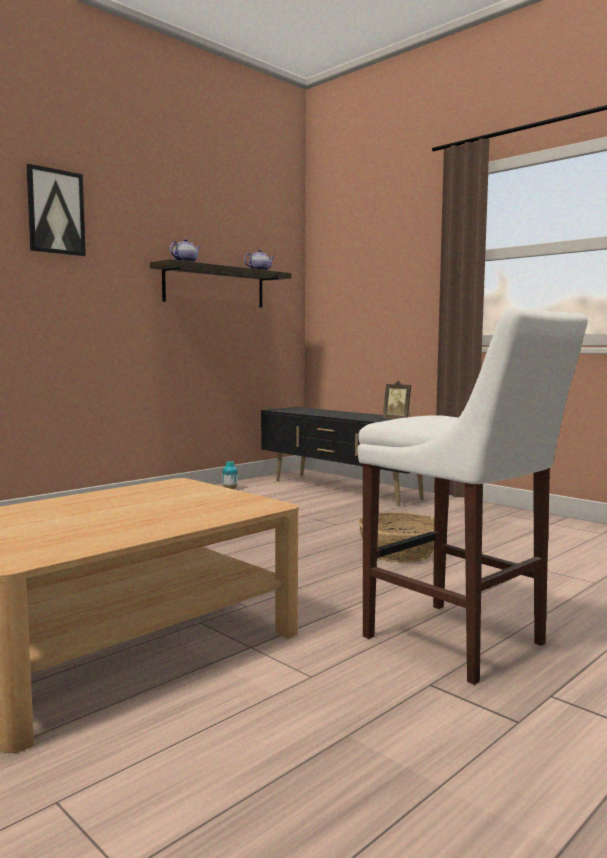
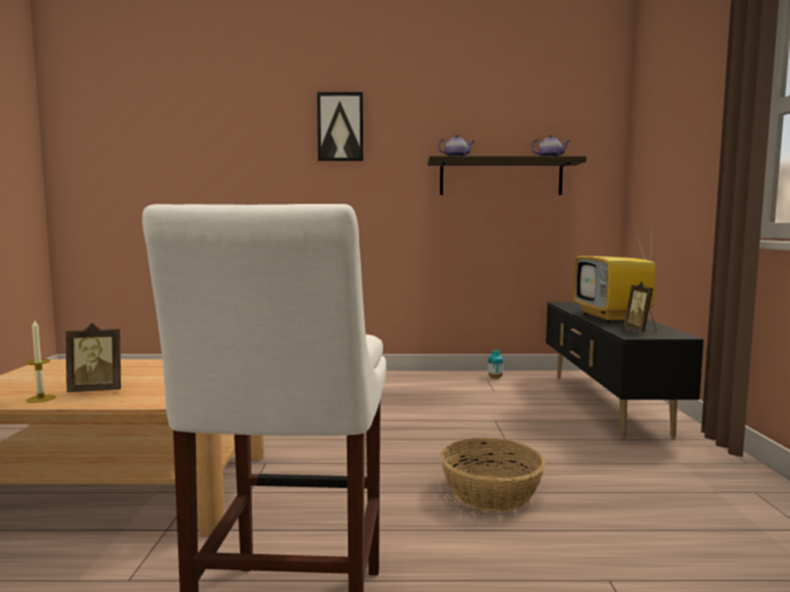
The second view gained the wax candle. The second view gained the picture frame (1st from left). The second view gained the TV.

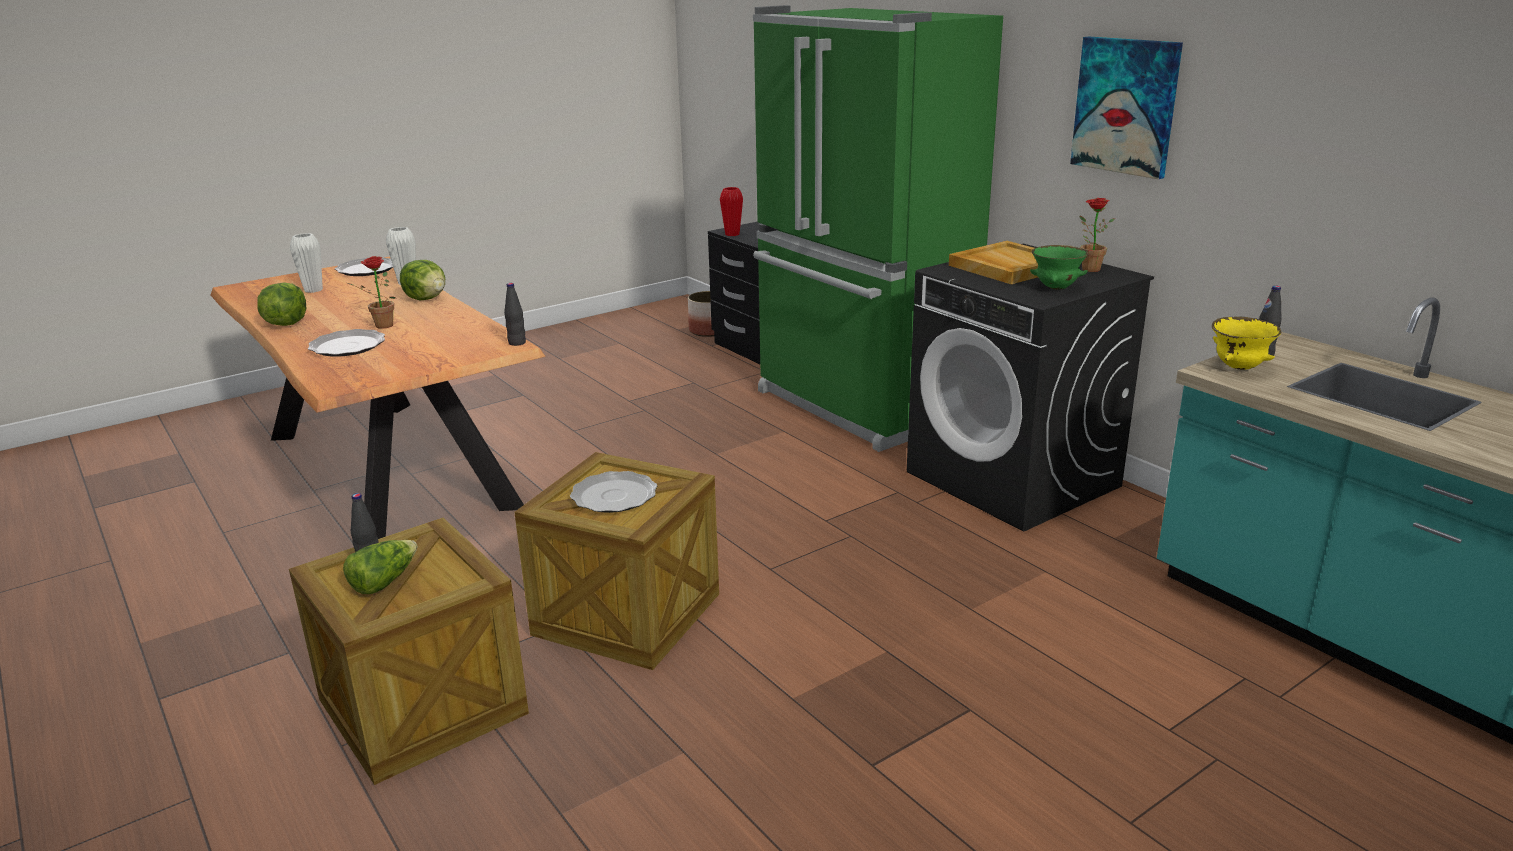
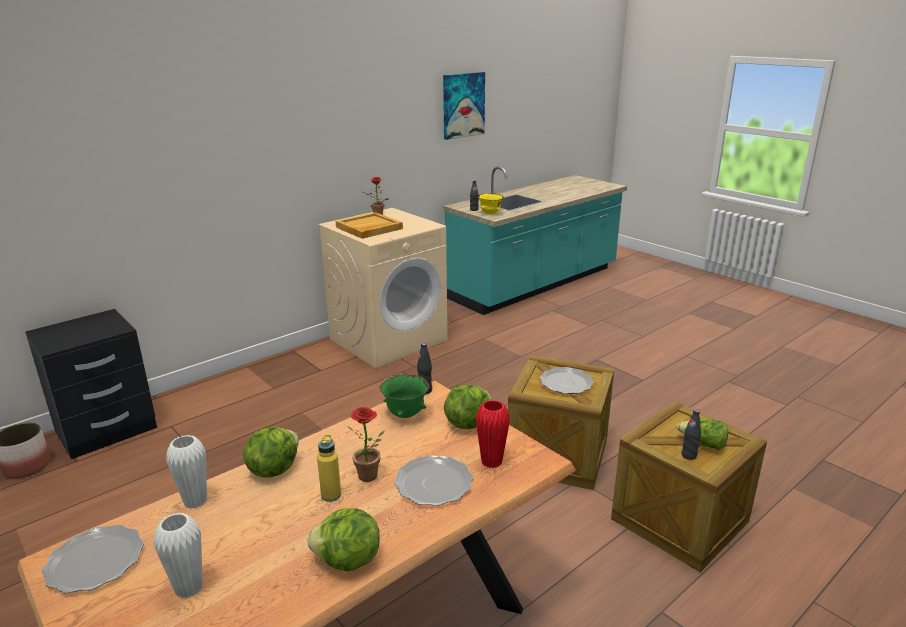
The red flower vase ended up elsewhere. The second view lost the greenish fridge. What was the black-coloured laundry machine turned into the sand-coloured laundry machine. The greenish bowl ended up elsewhere. The wall picture ended up elsewhere. The second view gained the yellowish drink bottle. The second view gained the lettuce (3rd from left).

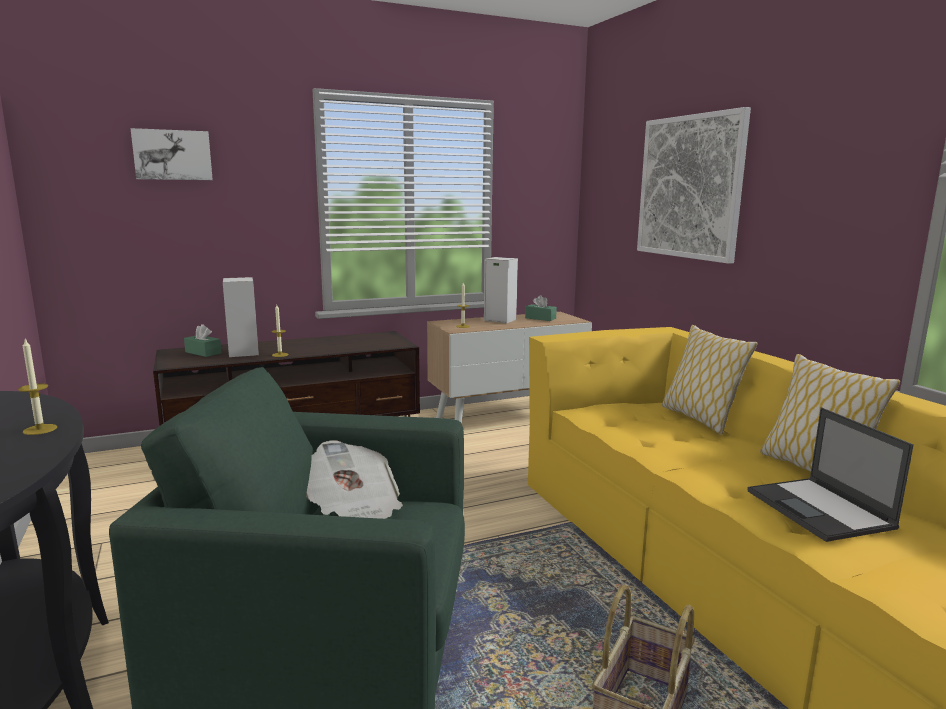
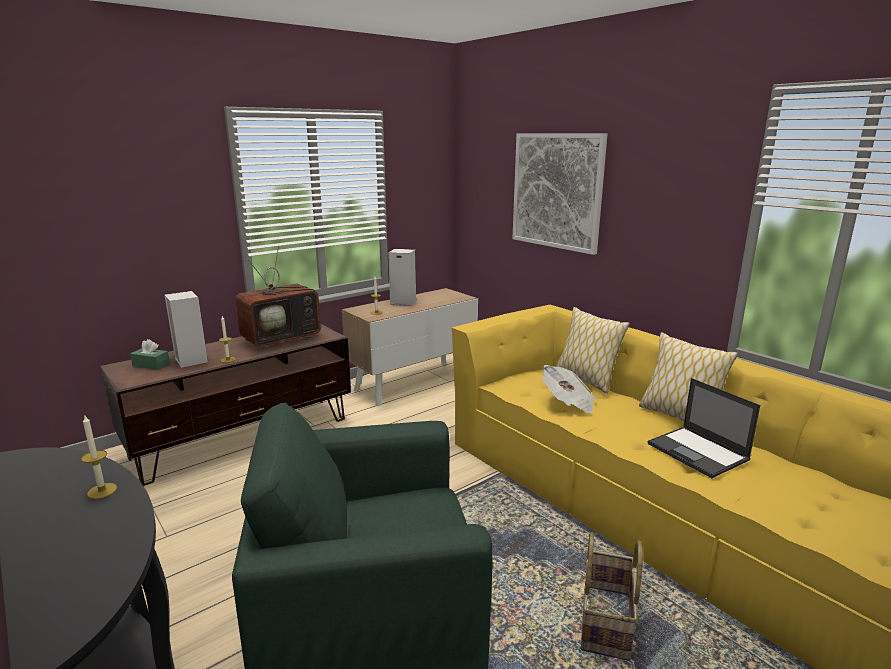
The second view lost the wall picture (1st from left). The newspaper ended up elsewhere. The second view lost the greenish tissue holder (2nd from left). The second view gained the TV.

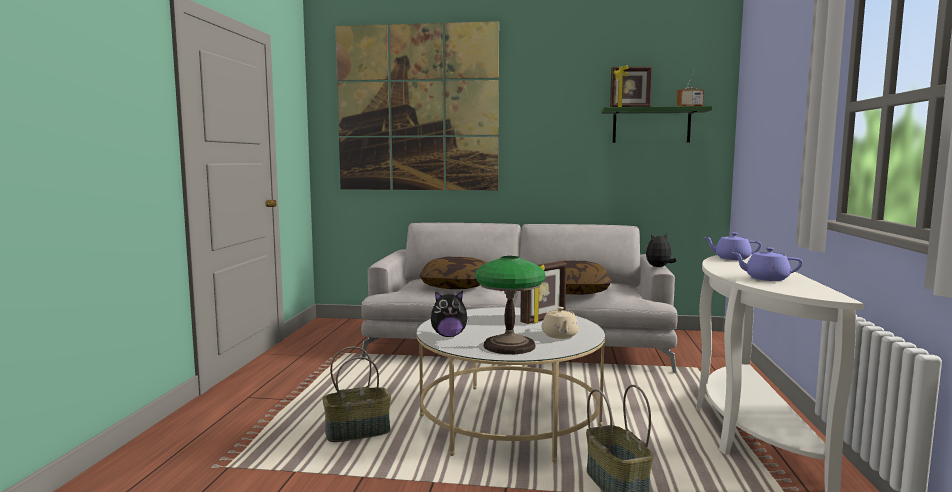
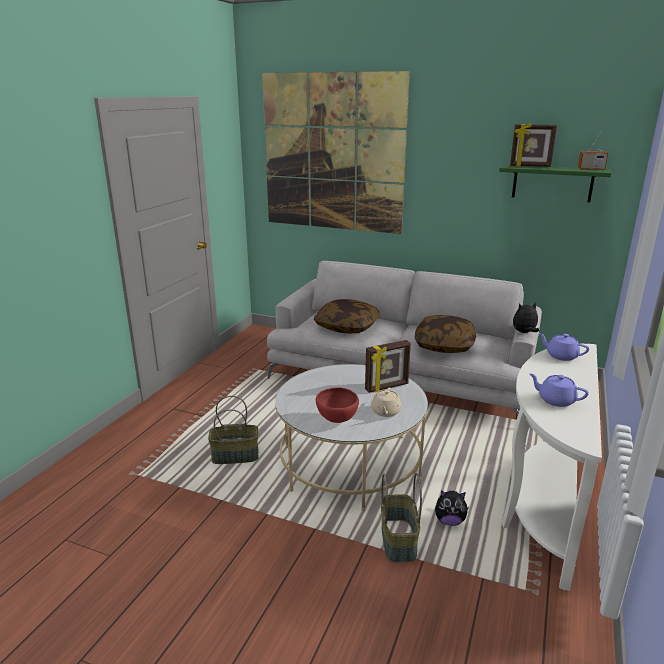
The plush toy (1st from left) ended up elsewhere. Where the tabletop lamp stood, the red bowl came to stand.

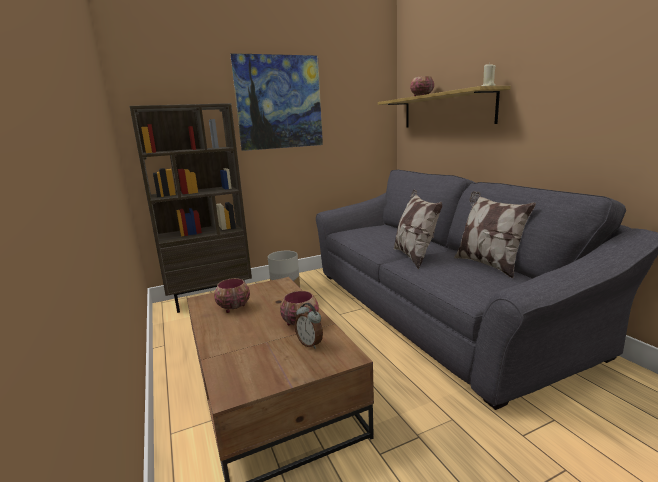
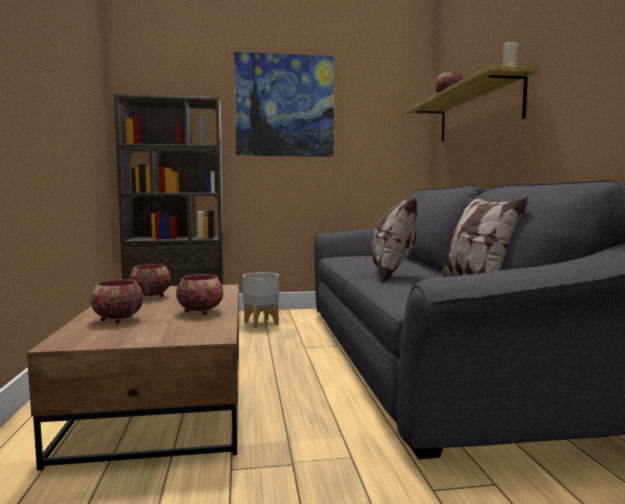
The second view lost the alarm clock. The second view gained the bowl (1st from left).

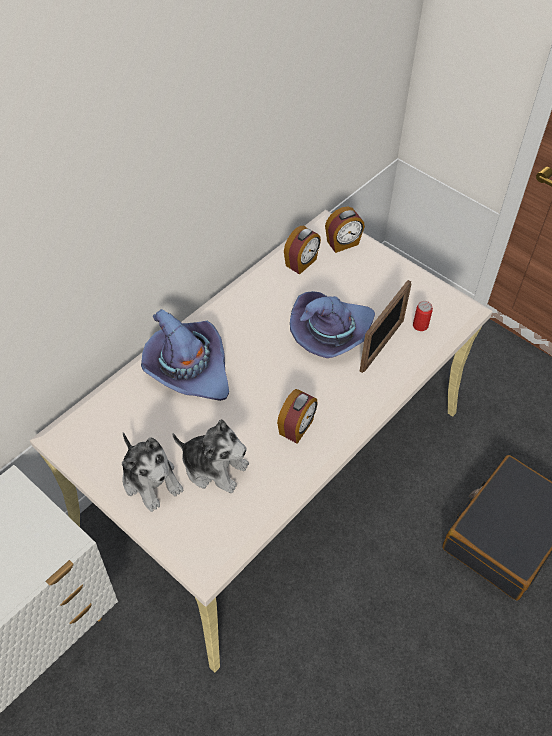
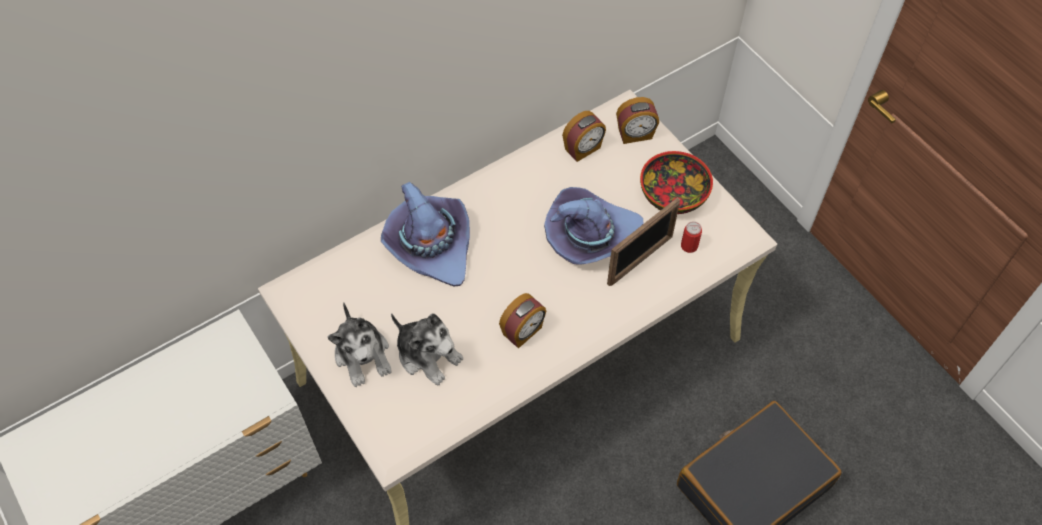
The second view gained the bowl.

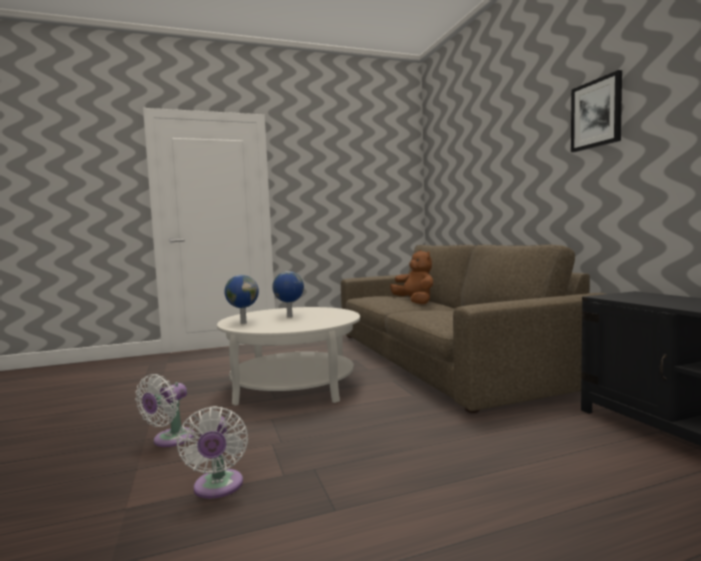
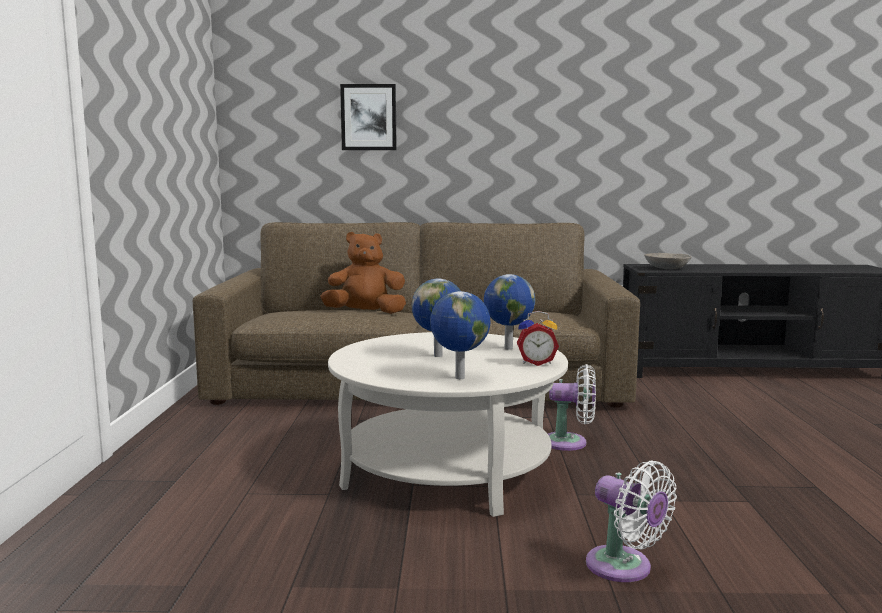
The white electric fan (2nd from left in the first image) ended up elsewhere. The wall picture ended up elsewhere. The second view gained the globe (3rd from left). The second view gained the alarm clock. The second view gained the grey bowl.

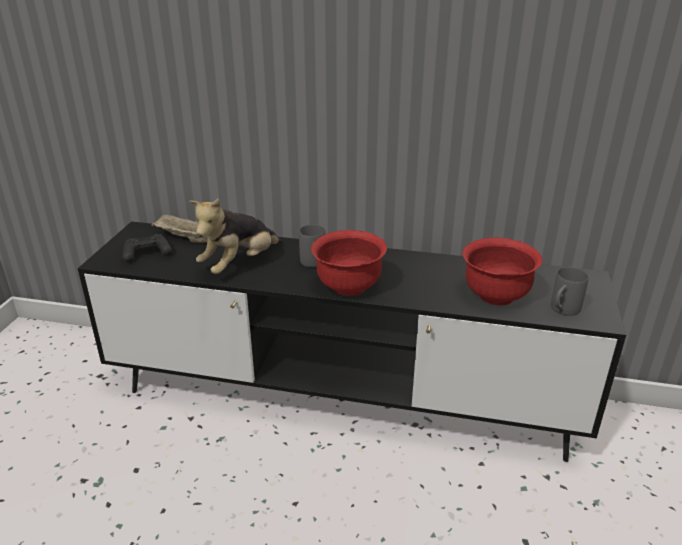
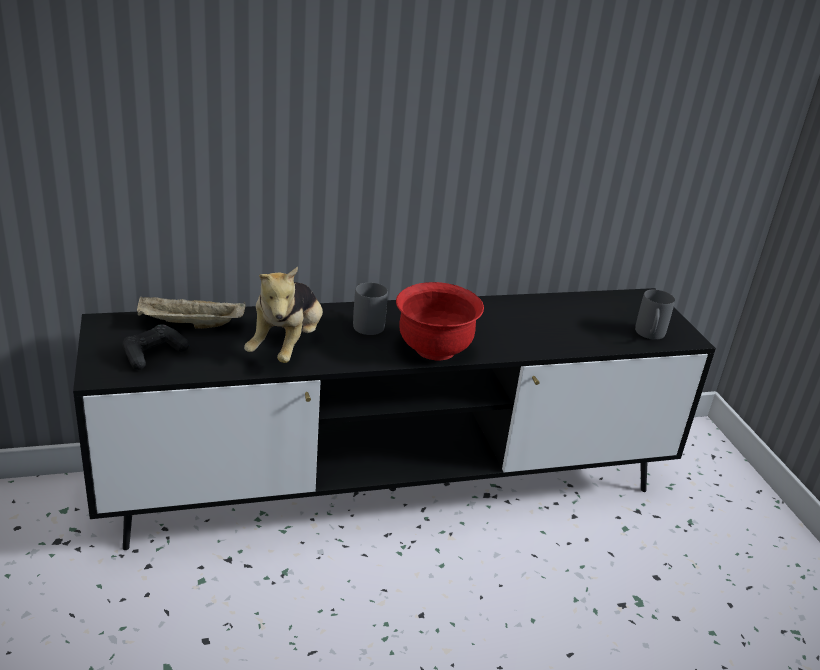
The second view lost the red bowl (2nd from left).

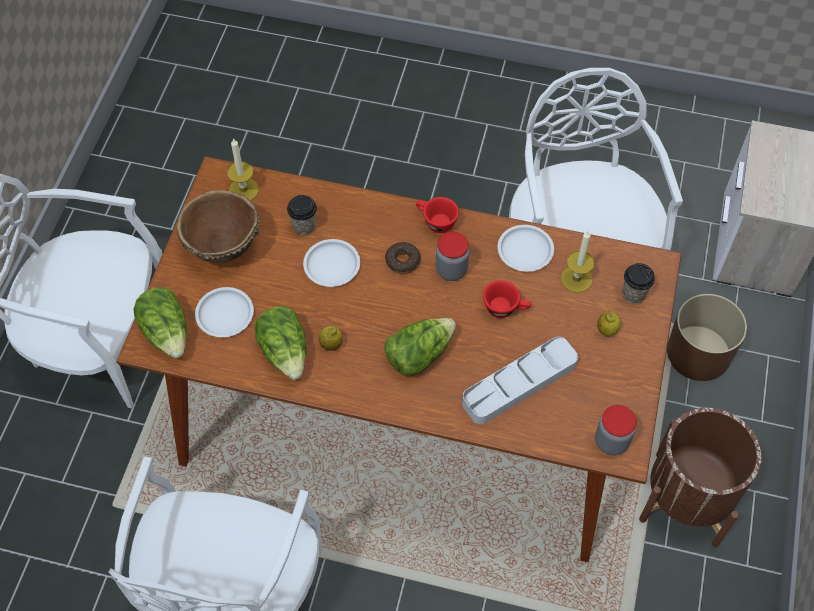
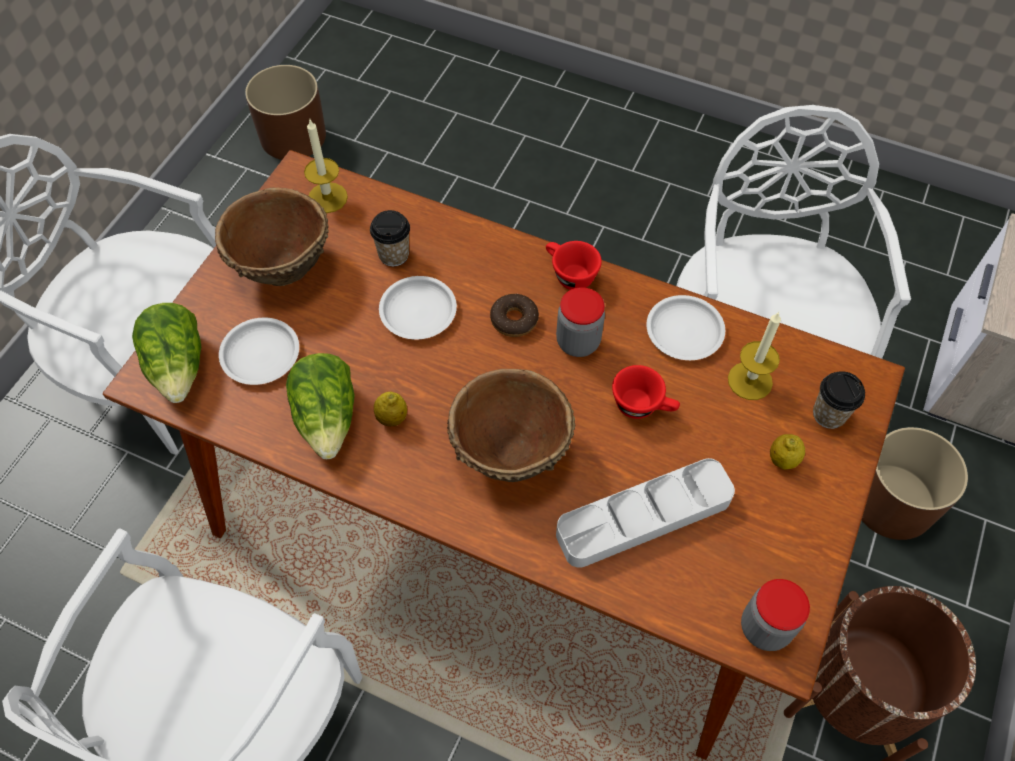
Where the lettuce (3rd from left) stood, the brown-coloured bowl (2nd from left) came to stand. The second view gained the brown-coloured planter (1st from left).

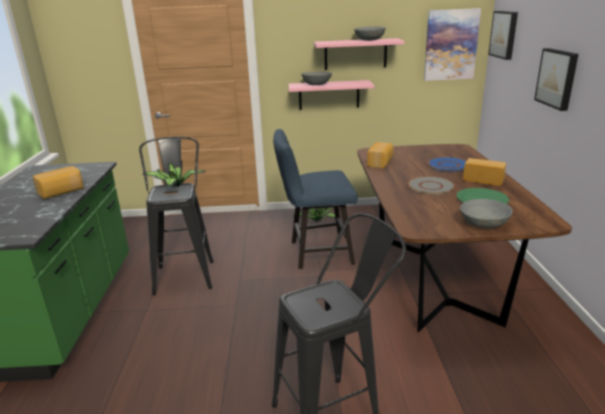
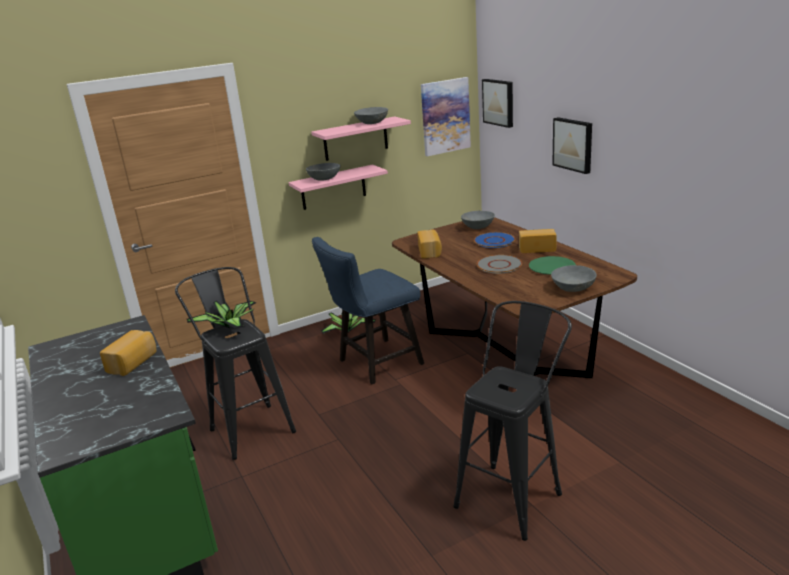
The second view gained the grey bowl (3rd from left).

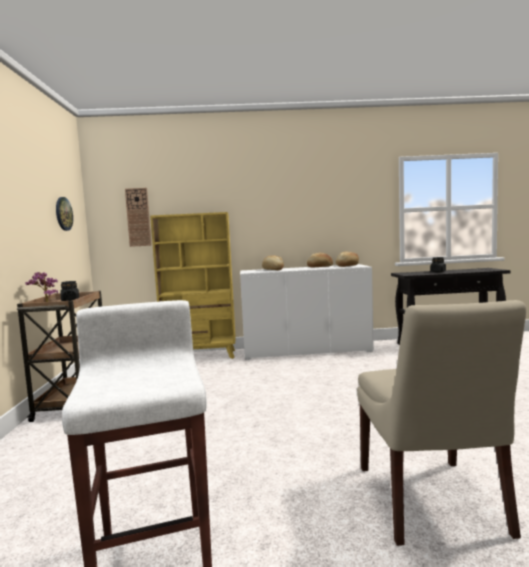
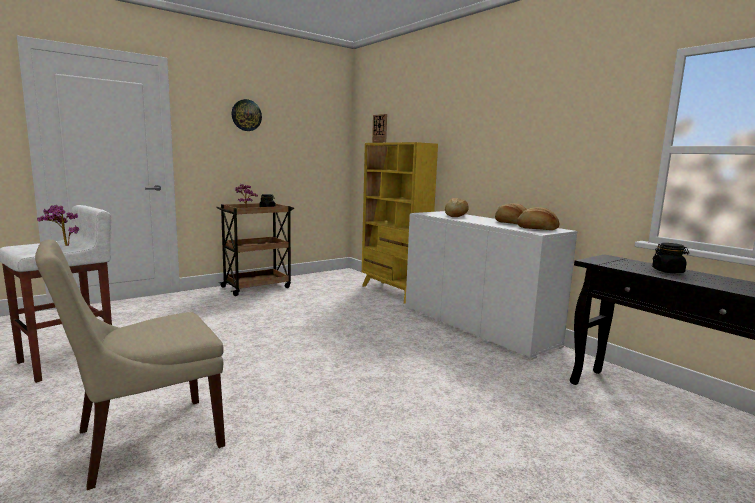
The clock on the wall (1st from left) ended up elsewhere. The second view gained the potted plant (1st from left).

